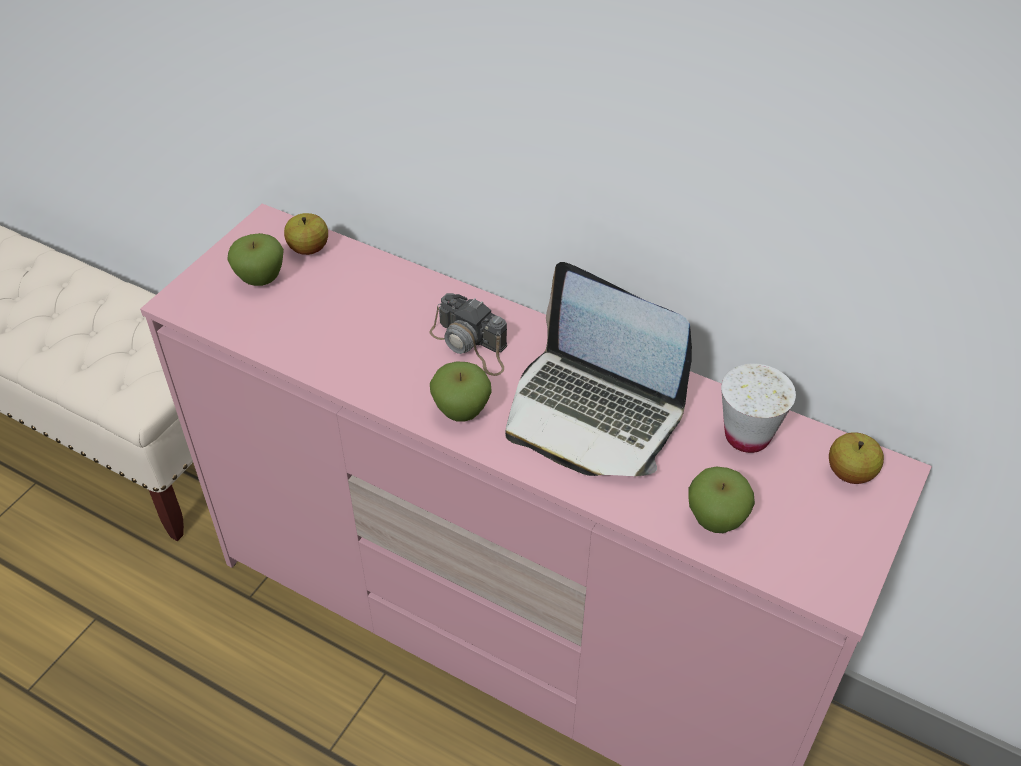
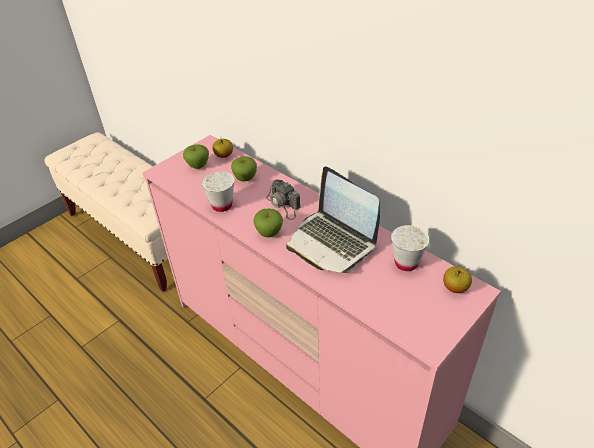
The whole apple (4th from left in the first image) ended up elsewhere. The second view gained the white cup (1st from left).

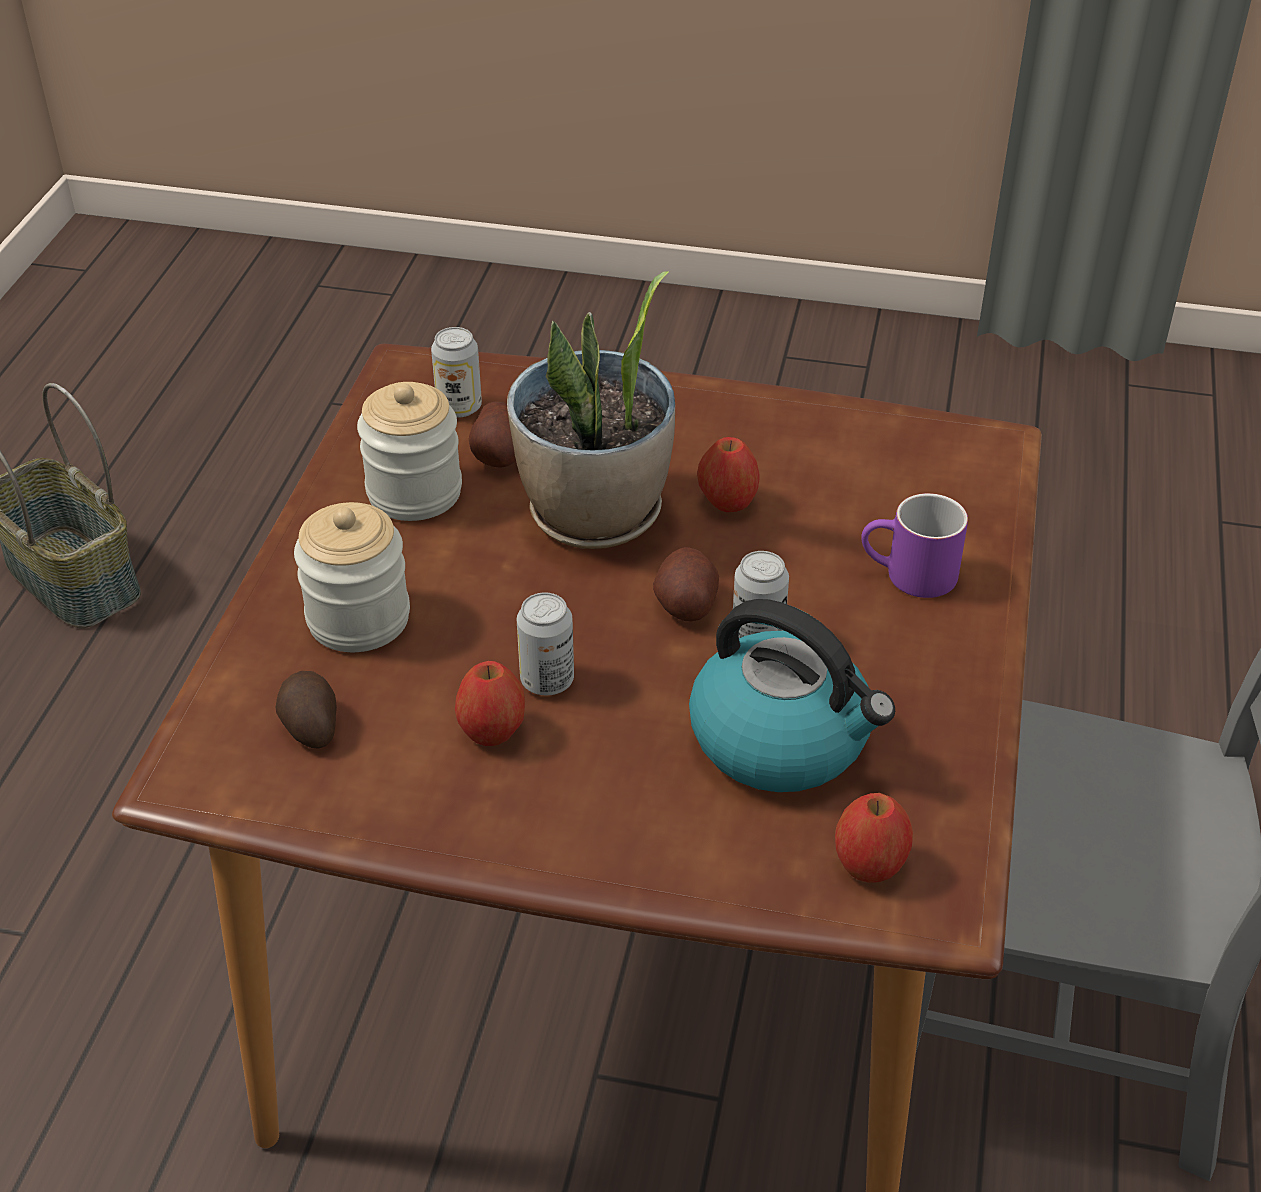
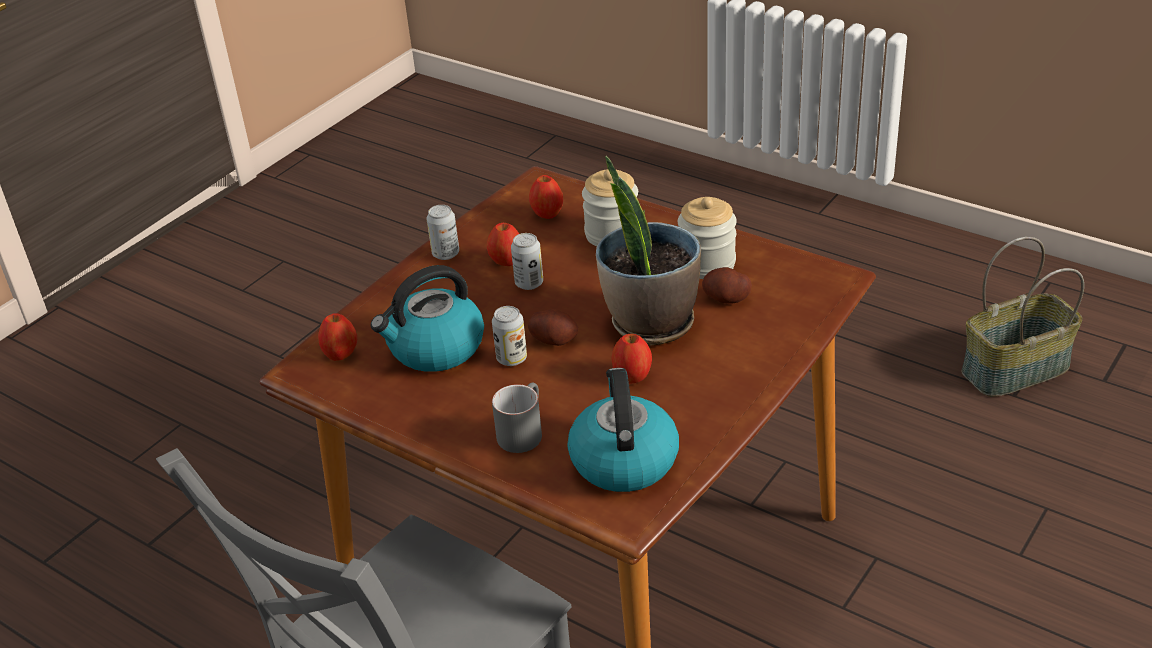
Where the potato (1st from left) stood, the whole apple (3rd from left) came to stand. The sealed can (1st from left) ended up elsewhere. What was the purplish coffee mug turned into the grey coffee mug. The second view gained the kettle (2nd from left).

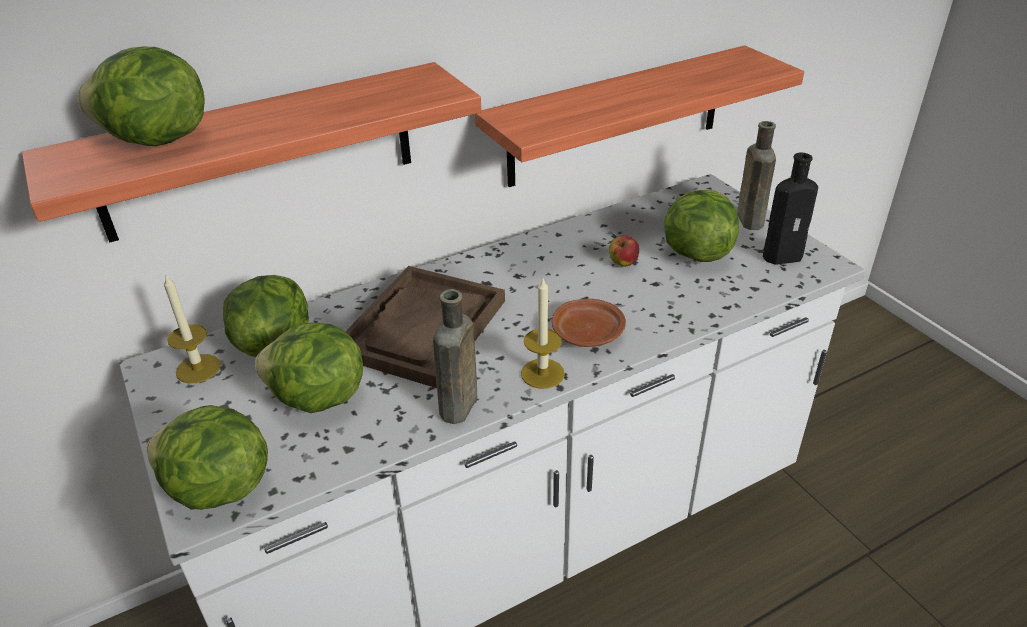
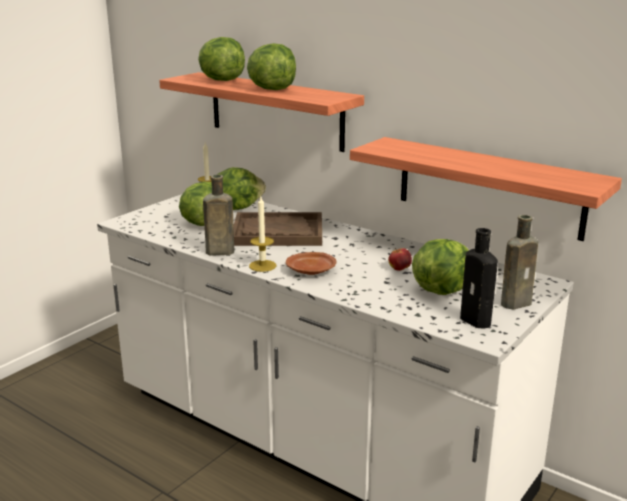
The lettuce (2nd from left in the first image) ended up elsewhere.

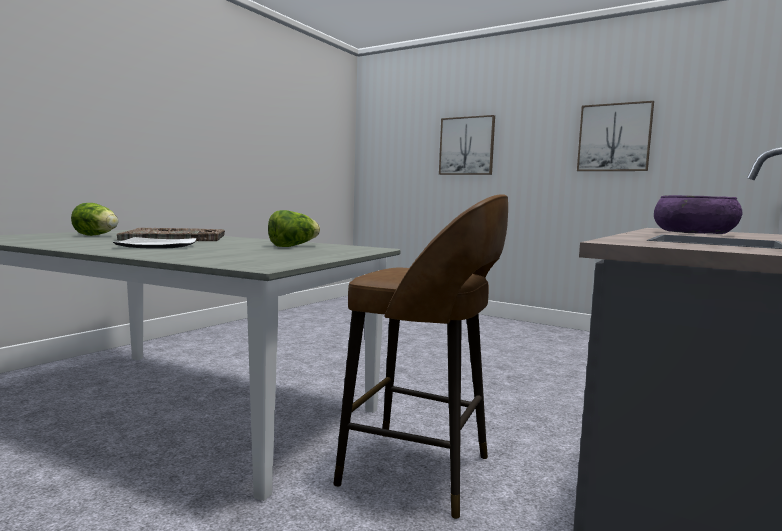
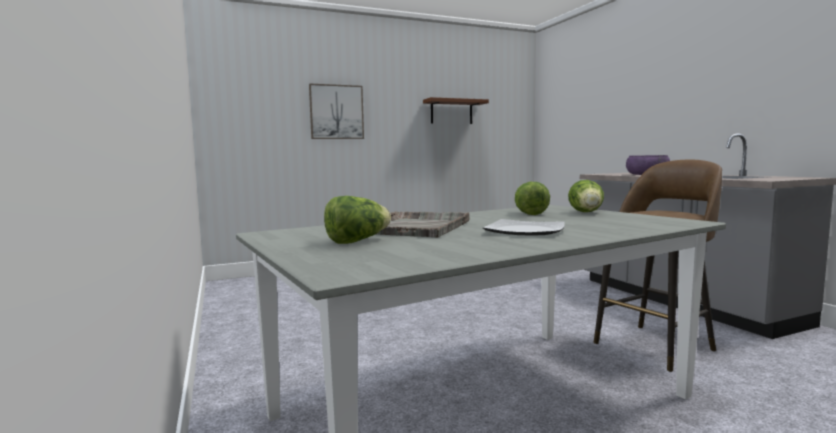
Where the wall picture (2nd from left) hung, the brown-coloured wall shelf came to hang. The second view gained the lettuce (3rd from left).

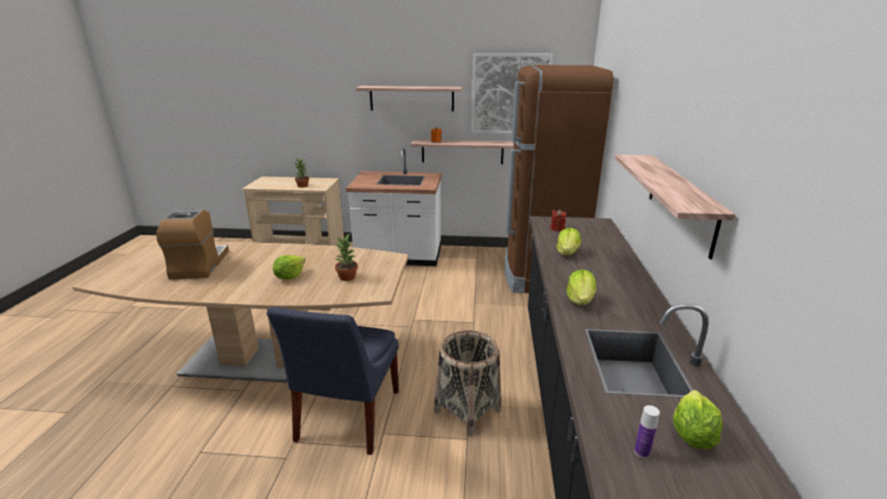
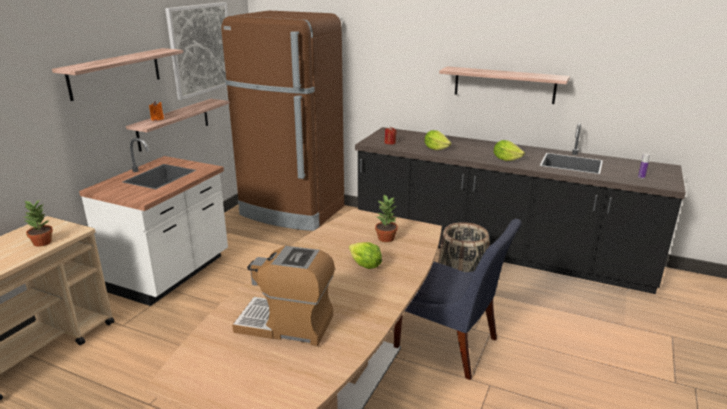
The second view lost the lettuce (4th from left).

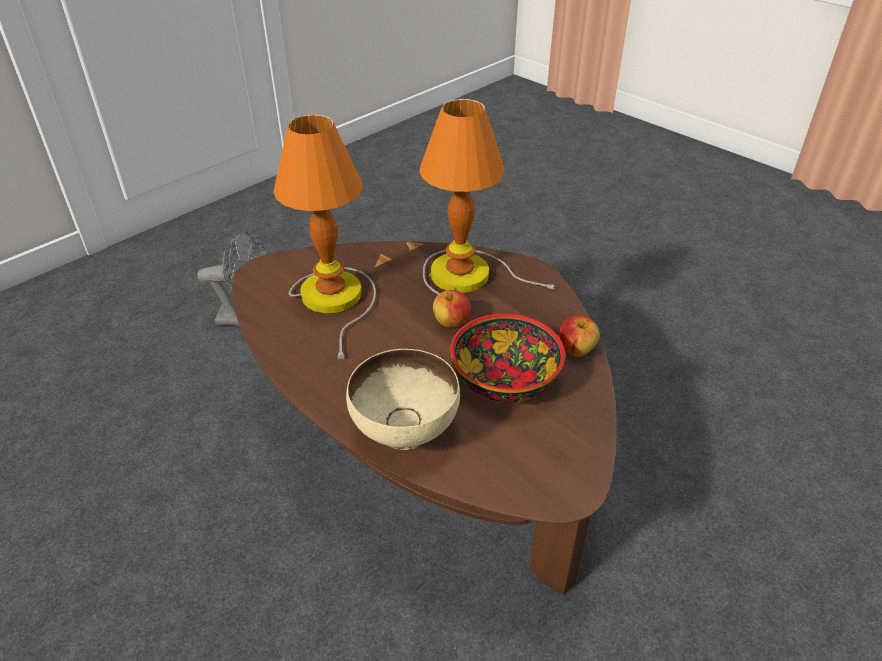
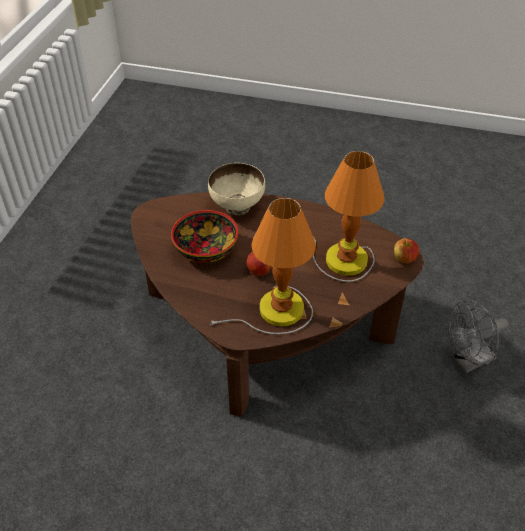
The whole apple (2nd from left) ended up elsewhere.

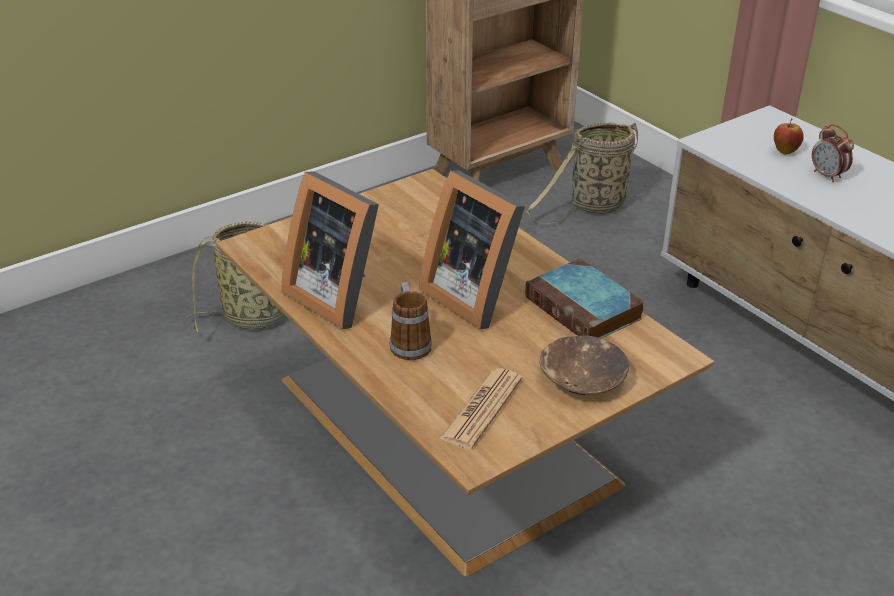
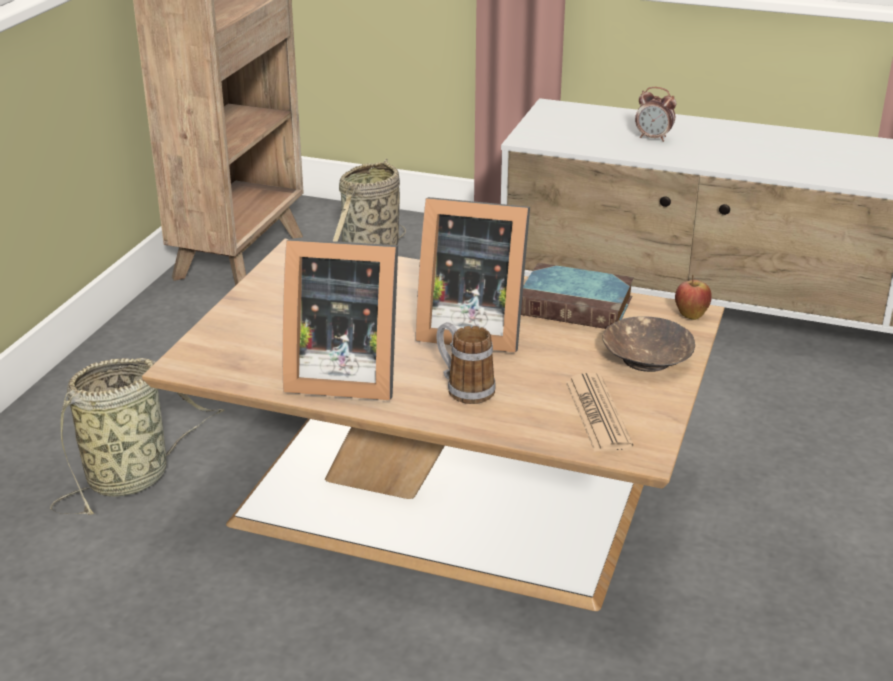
The whole apple ended up elsewhere.

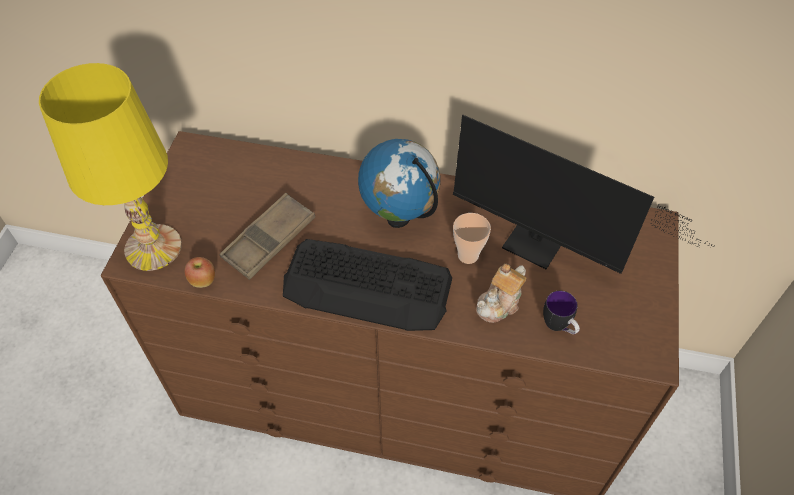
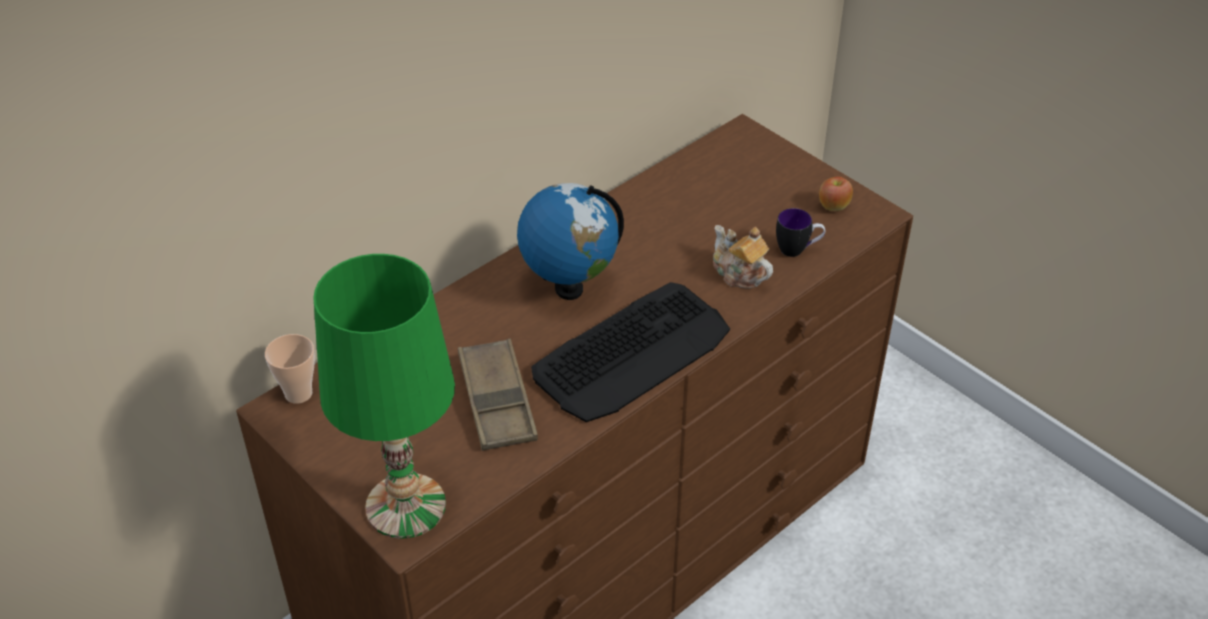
What was the yellowish tabletop lamp turned into the greenish tabletop lamp. The whole apple ended up elsewhere. The second view lost the monitor. The cup ended up elsewhere. The tea pot ended up facing another way, 150 degrees clockwise from before.

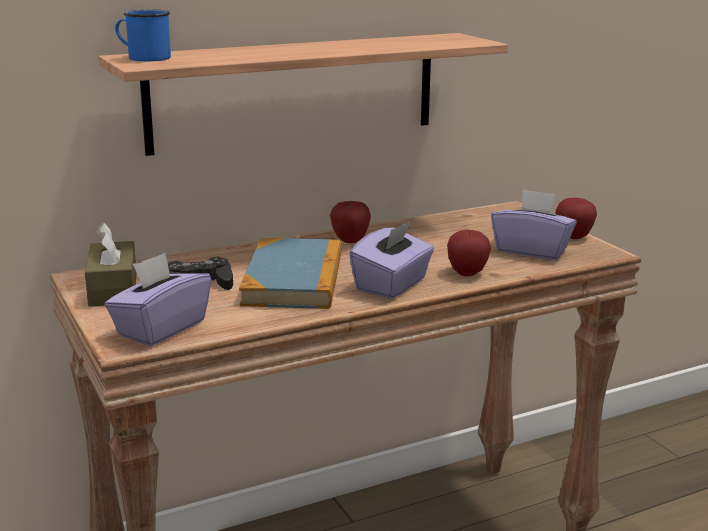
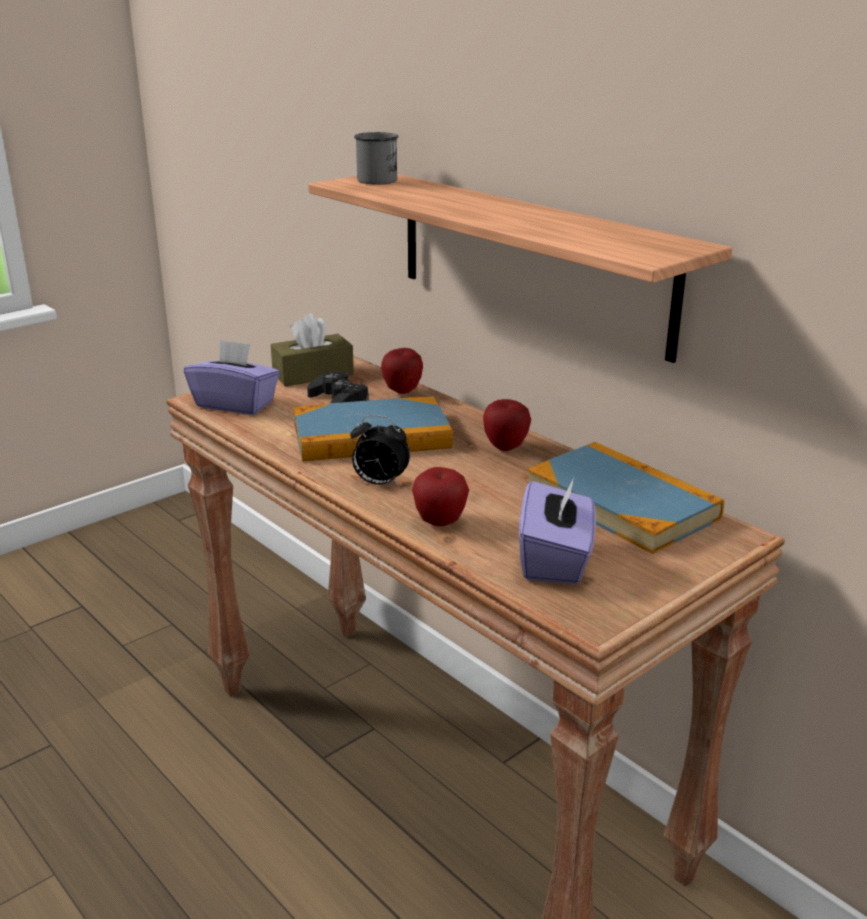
What was the bluish coffee mug turned into the grey coffee mug. Where the purplish tissue holder (2nd from left) stood, the alarm clock came to stand. The whole apple (3rd from left in the first image) ended up elsewhere. The second view gained the volume (2nd from left).

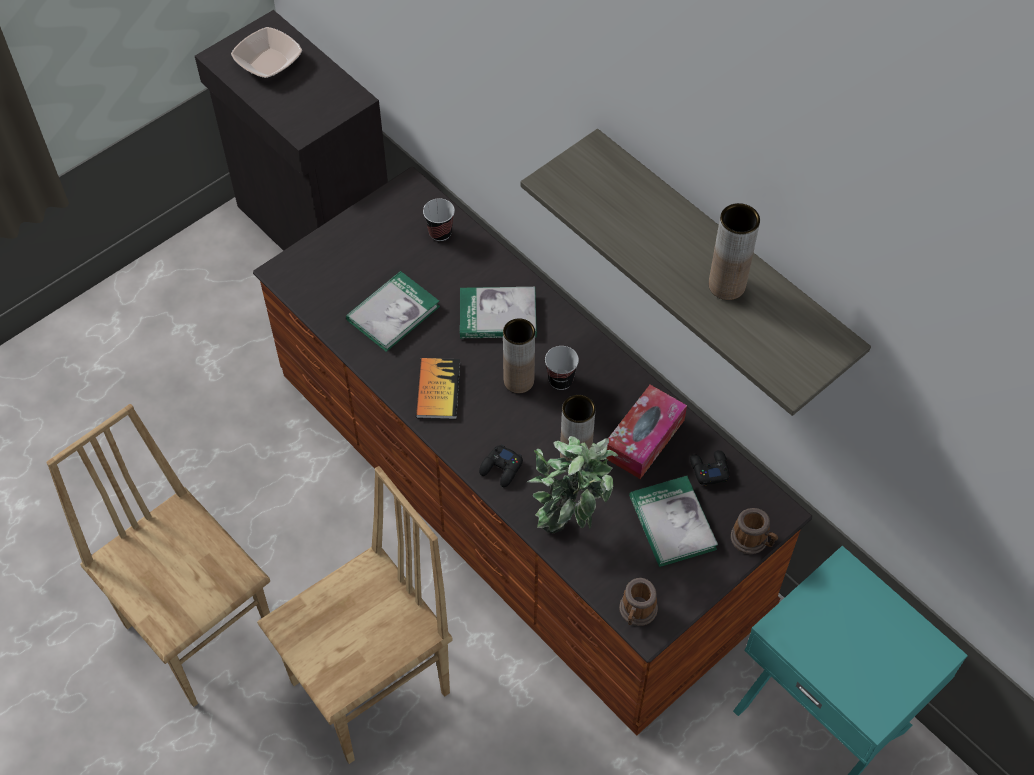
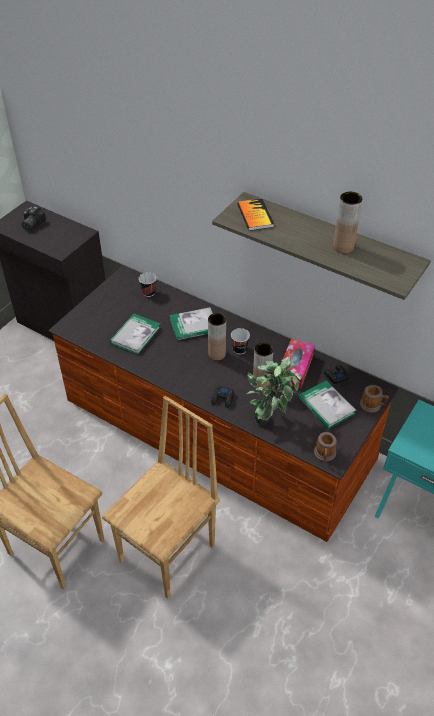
Where the bowl stood, the photo camera came to stand. The volume (2nd from left in the first image) ended up elsewhere.

